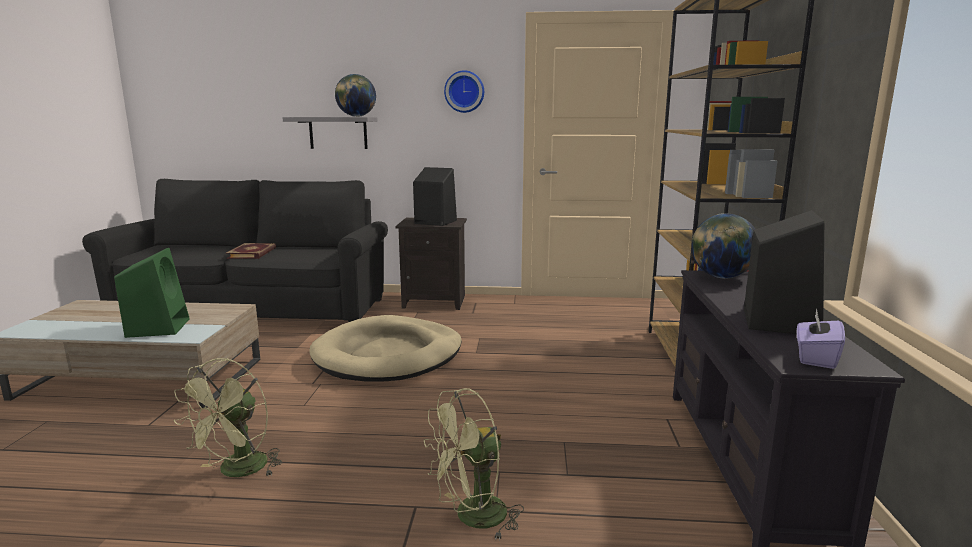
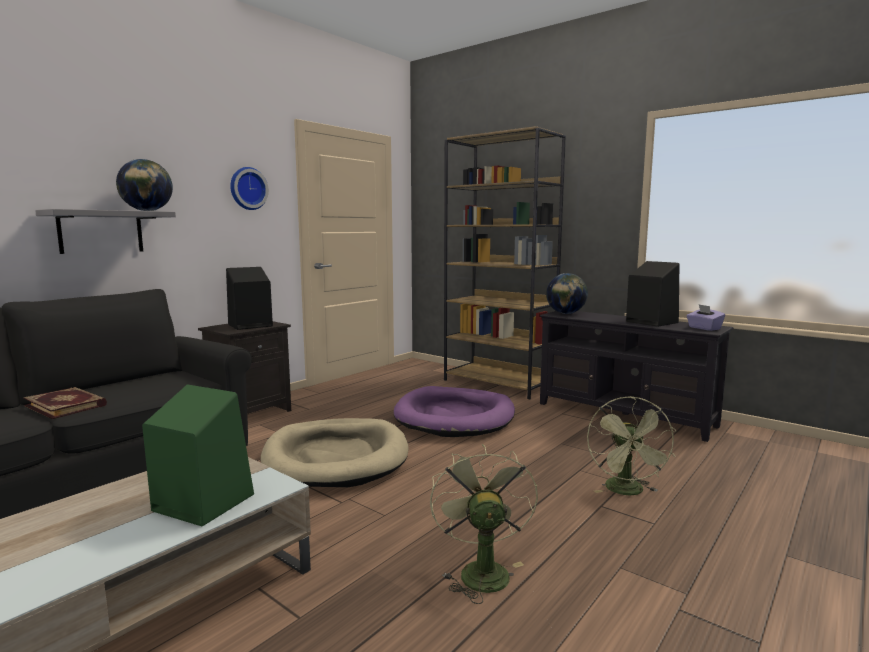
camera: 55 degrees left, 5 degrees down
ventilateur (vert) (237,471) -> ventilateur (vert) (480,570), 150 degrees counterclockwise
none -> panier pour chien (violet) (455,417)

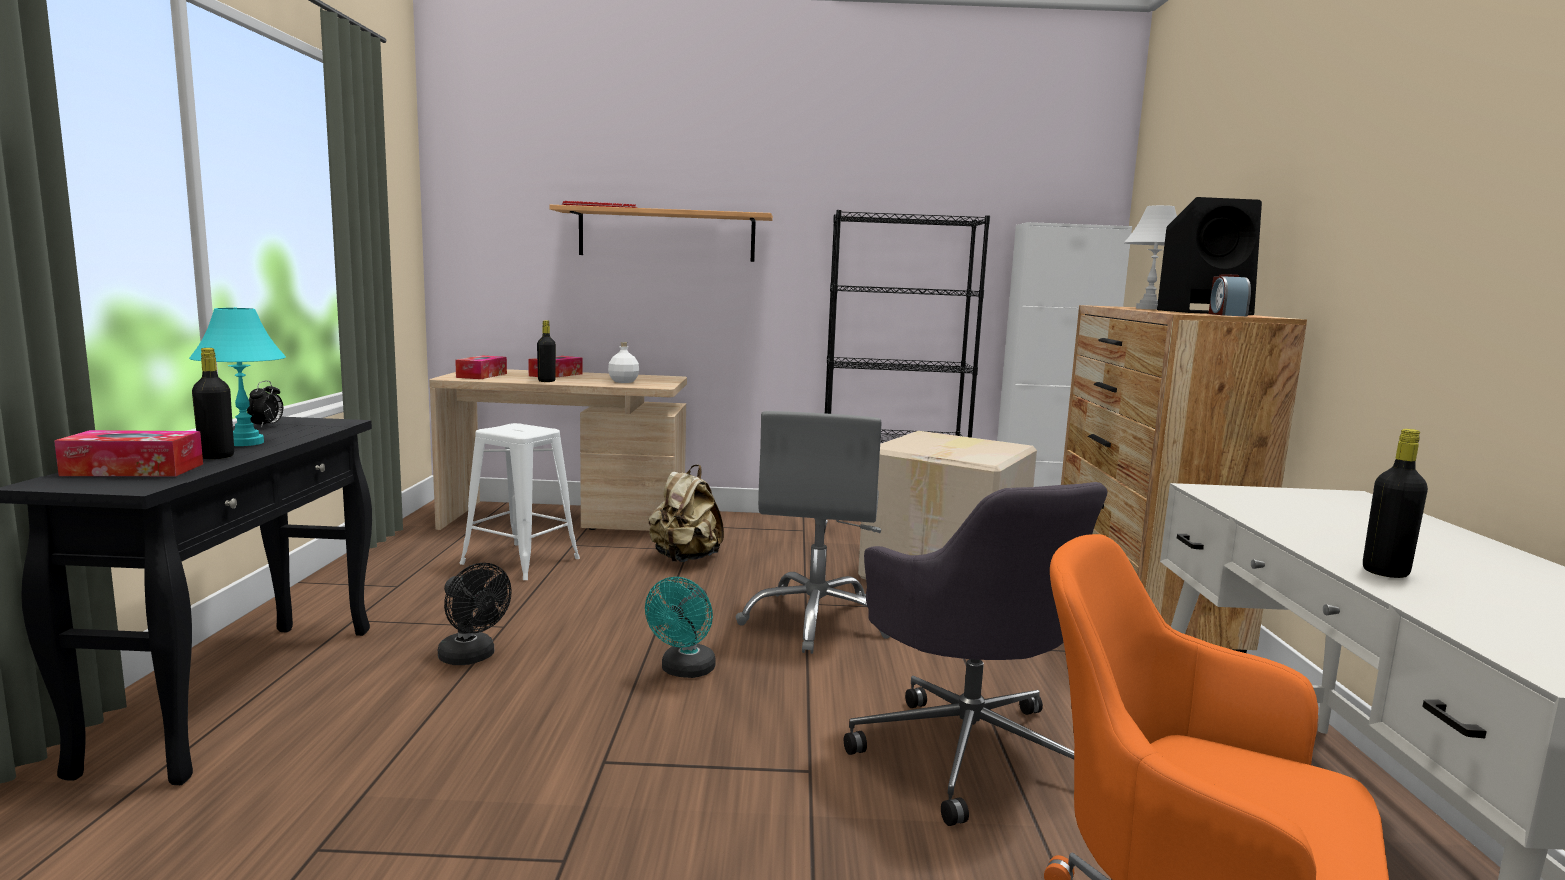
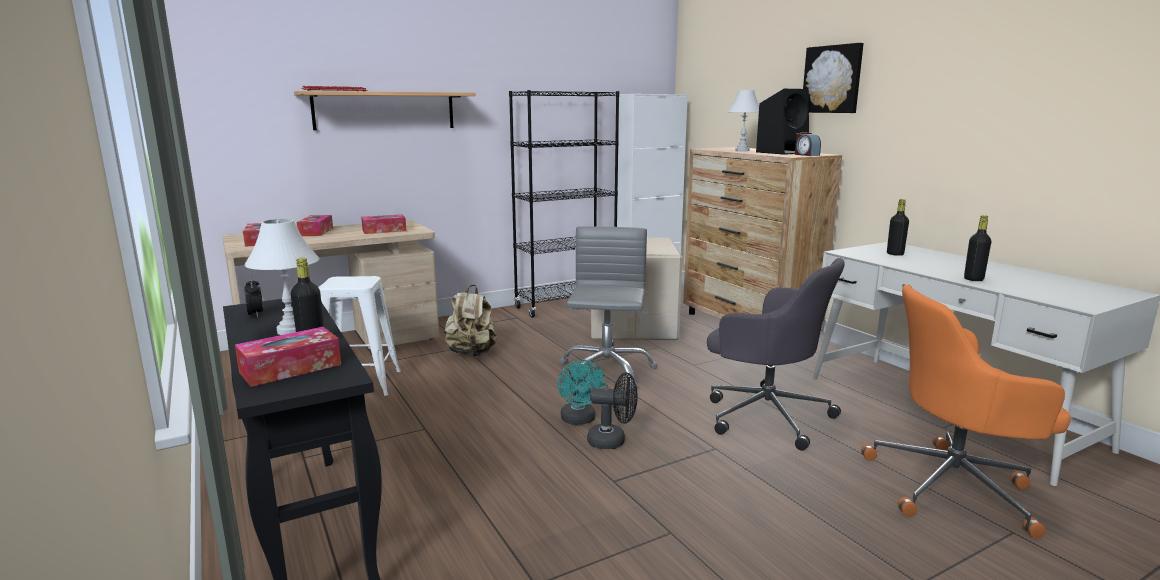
camera: 30 degrees left, 5 degrees up
lampe de table (turquoise) (246,443) -> lampe de table (blanc) (291,330)
ventilateur (noir) (472,657) -> ventilateur (noir) (613,441), relocated
bouteille (noir) (546,381) -> bouteille (noir) (895,254), relocated
bouteille (blanc) (624,381) -> boîte à mouchoirs (384,230)
chaise de bureau (gris) (816,621) -> chaise de bureau (gris) (606,371), 150 degrees counterclockwise
none -> tableau (833,79)

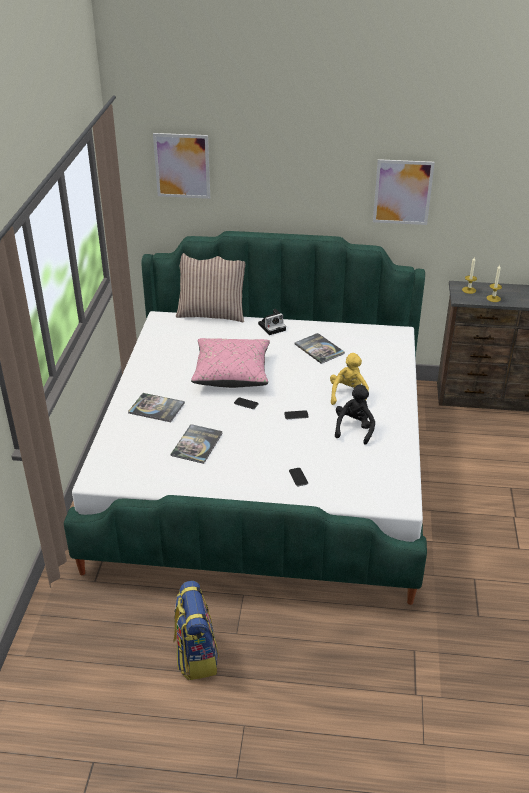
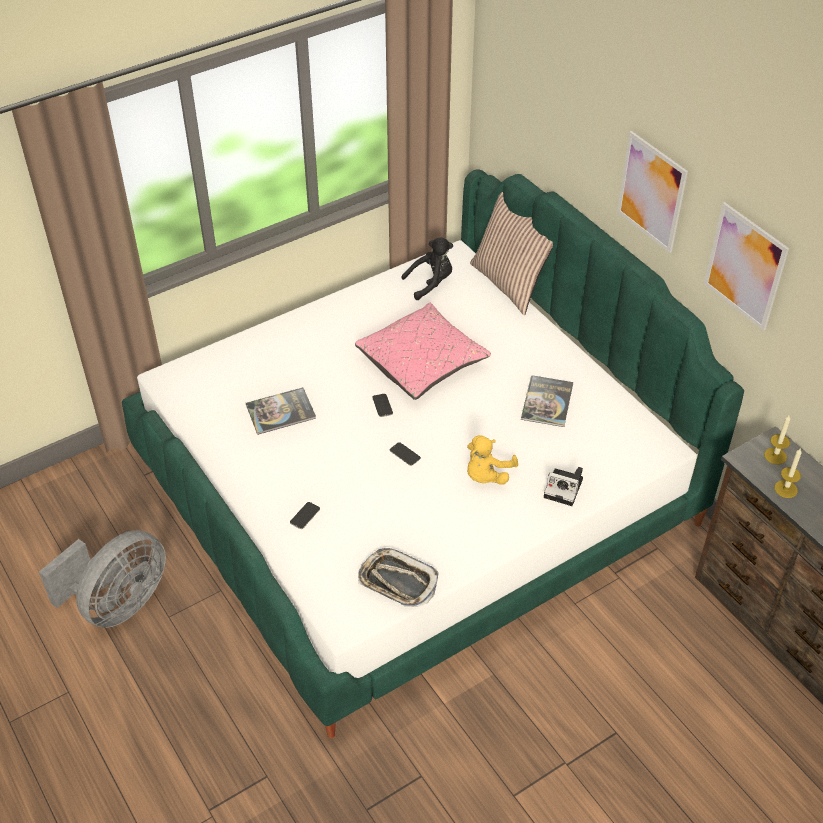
camera: 50 degrees right, 10 degrees up
livre (156,408) -> none
tableau (182,166) -> tableau (651,192), relocated
sac à dos (196,655) -> ventilateur (gris) (118,604)
appareil photo (272,326) -> appareil photo (565,488), relocated
peluche (jaune) (348,395) -> peluche (jaune) (486,475), 150 degrees clockwise
peluche (noir) (354,429) -> peluche (noir) (431,283), relocated
none -> plateau (397,582)

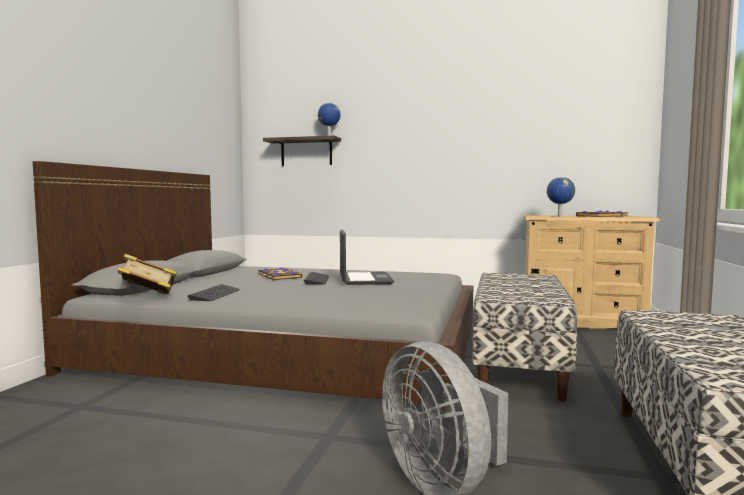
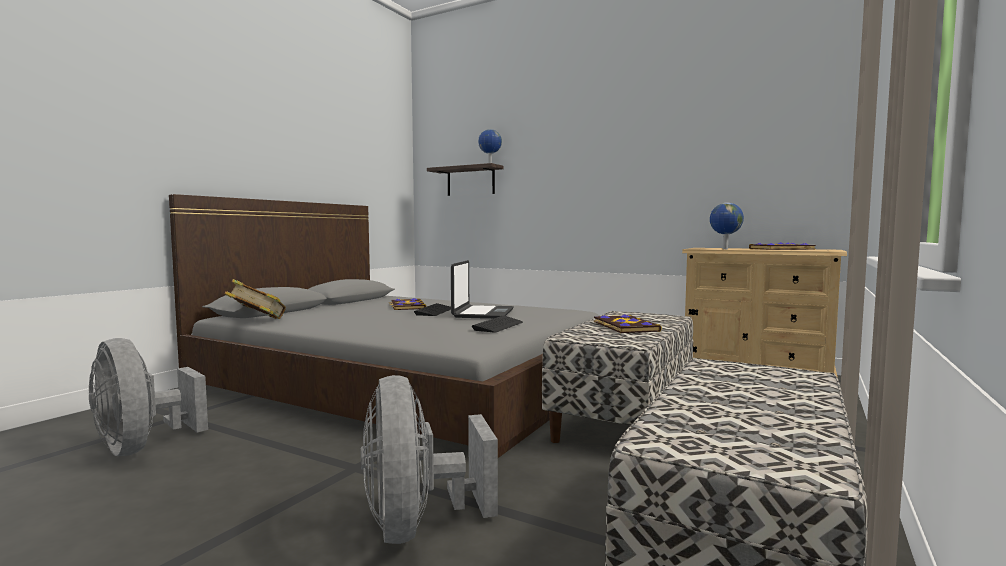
camera: 15 degrees right, 0 degrees up
clavier (215,294) -> clavier (498,326), relocated
none -> ventilateur (gris) (141,447)
none -> livre (624,326)

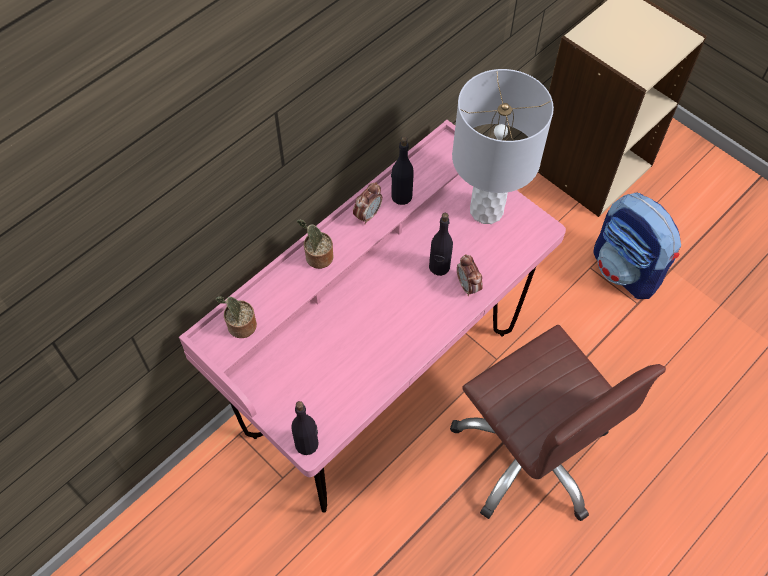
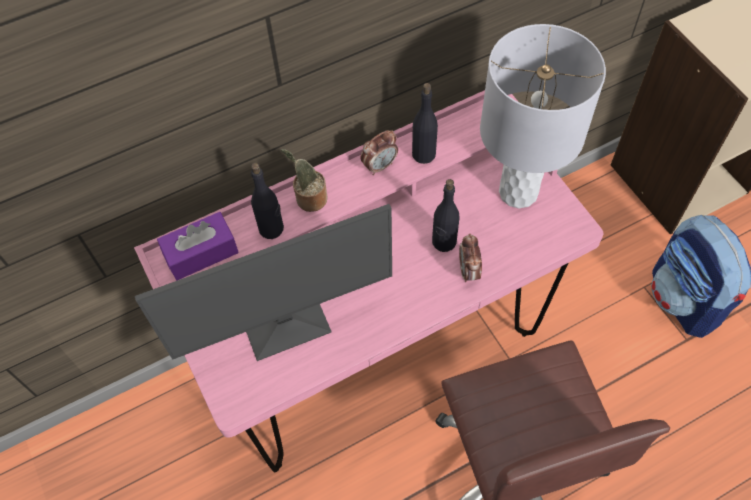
camera: 20 degrees right, 0 degrees up
plante en pot (240,327) -> boîte à mouchoirs (violet) (201,253)
bouteille (noir) (307,444) -> bouteille (noir) (271,229), relocated
none -> écran d'ordinateur (285,322)

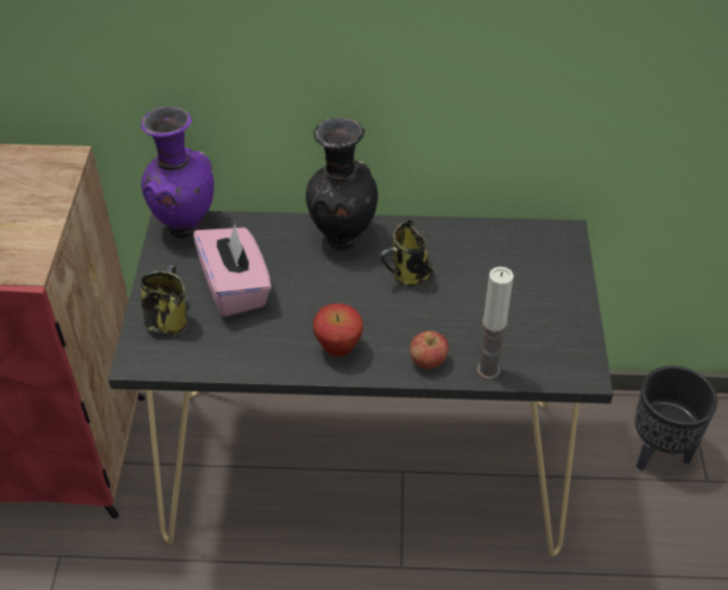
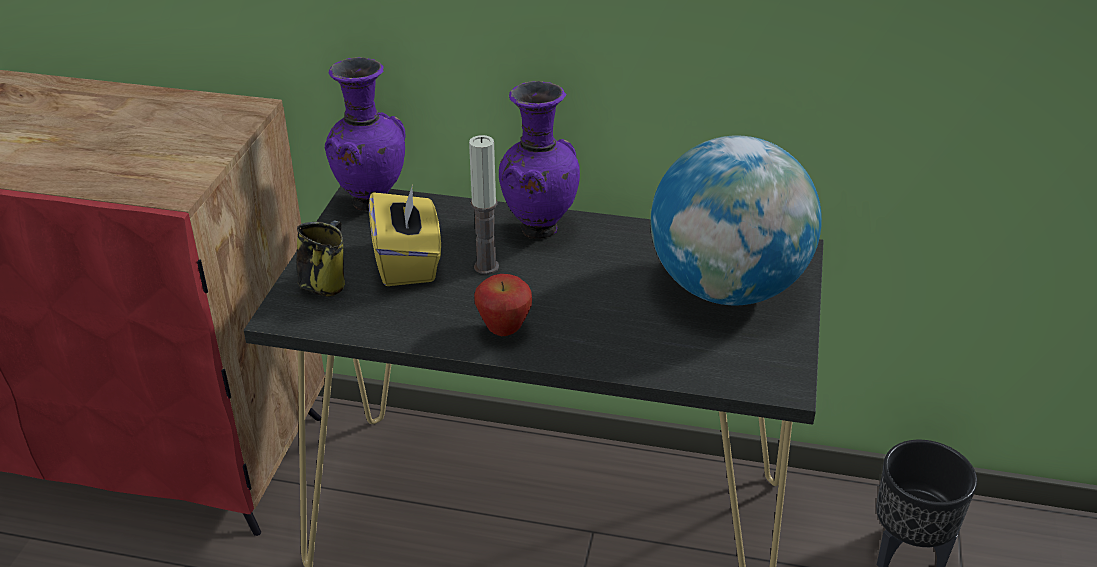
camera: 10 degrees right, 10 degrees down
boîte à mouchoirs (rose) (235,288) -> boîte à mouchoirs (jaune) (408,261)
vase (noir) (341,238) -> vase (violet) (538,228)
mug (409,275) -> none
pomme (428,361) -> none
bougie (488,370) -> bougie (486,266), relocated
none -> globe (727,288)

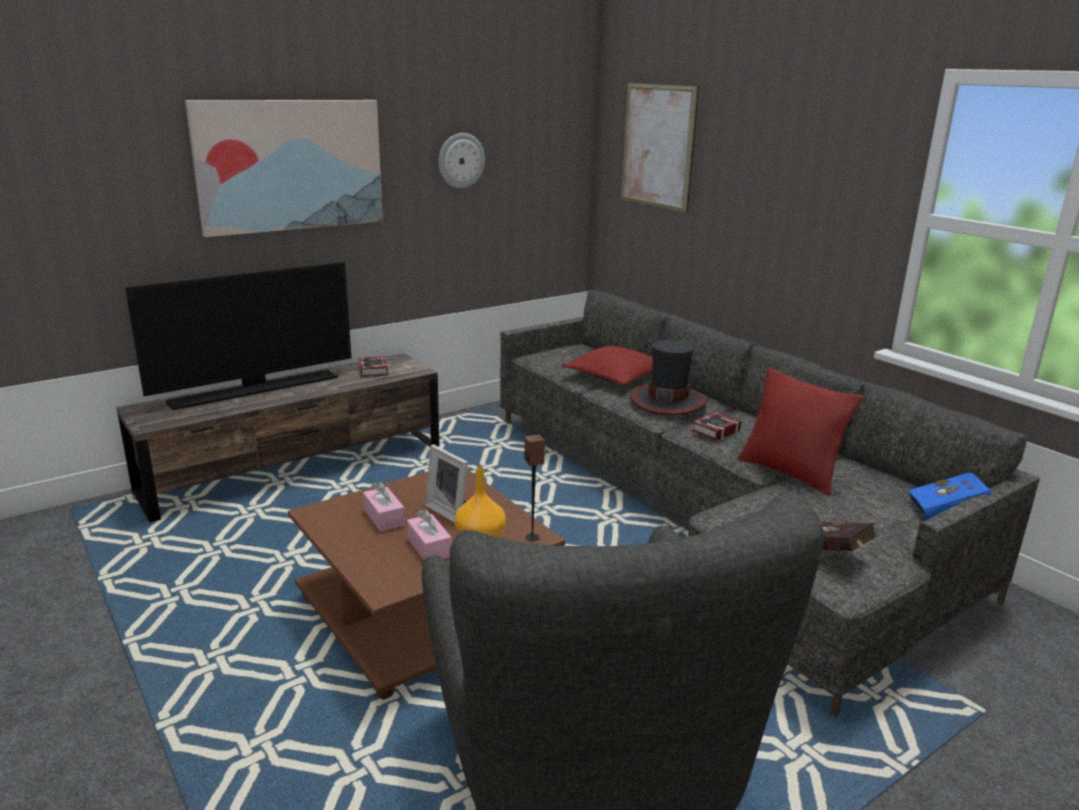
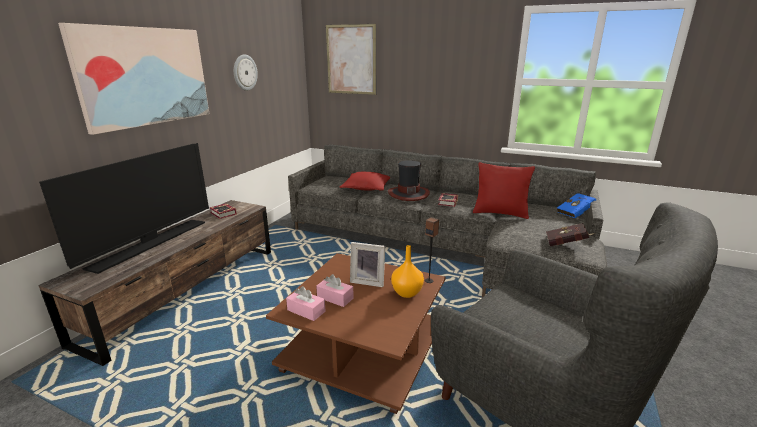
camera: 30 degrees left, 0 degrees up
boîte à mouchoirs (rose) (429,547) -> boîte à mouchoirs (rose) (306,311), relocated

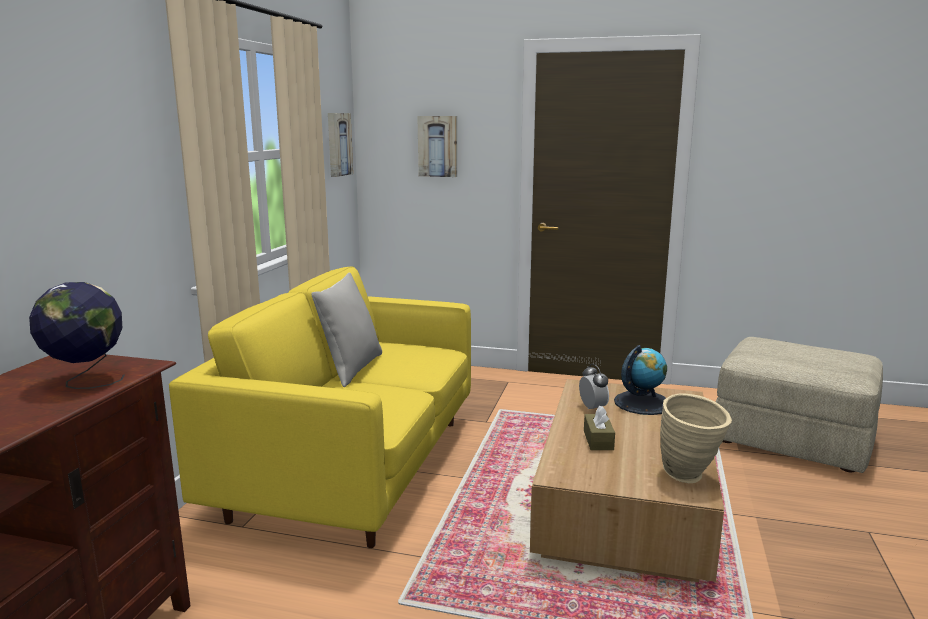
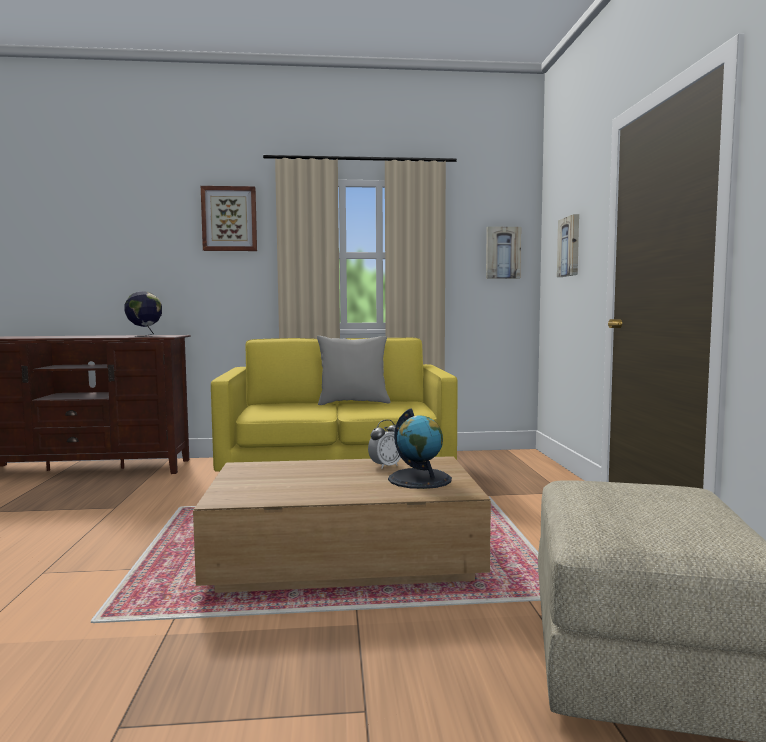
camera: 70 degrees right, 10 degrees down
boîte à mouchoirs (marron) (598,440) -> none
vase (beige) (690,478) -> none
none -> tableau (229,219)

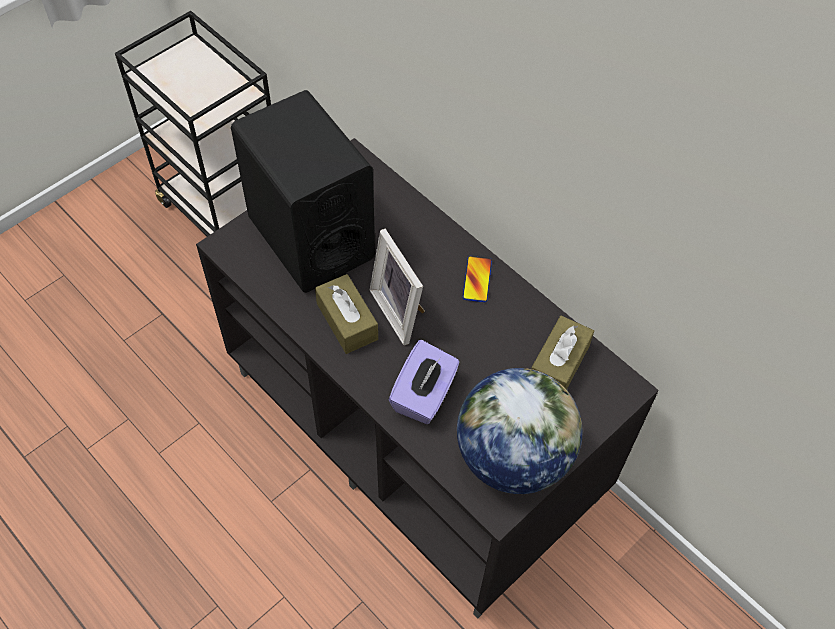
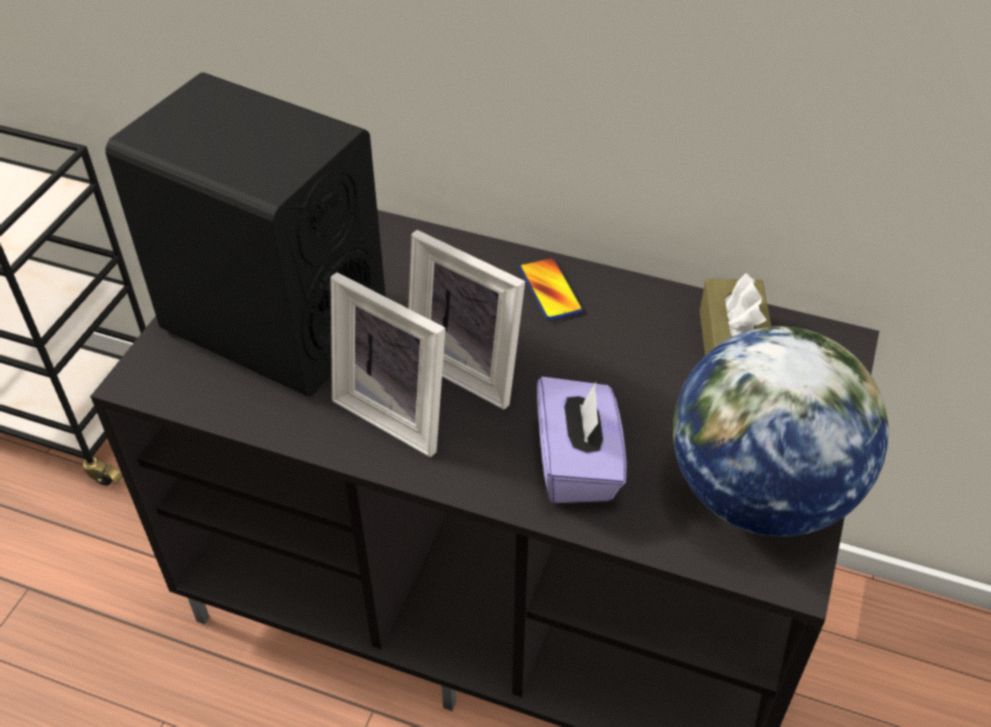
camera: 25 degrees left, 10 degrees down
boîte à mouchoirs (marron) (347,321) -> cadre photo (398,411)

